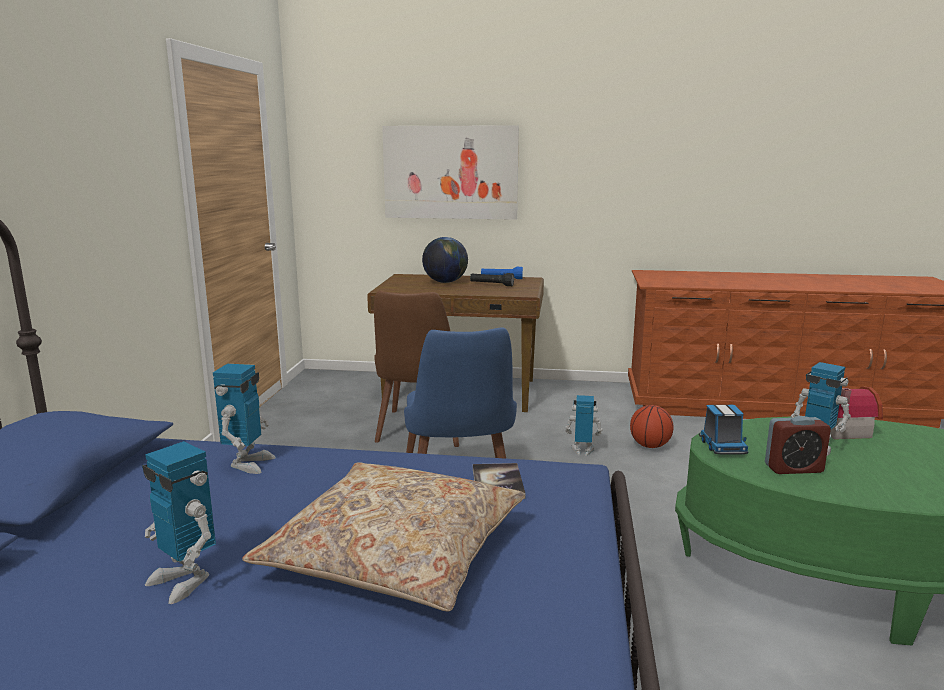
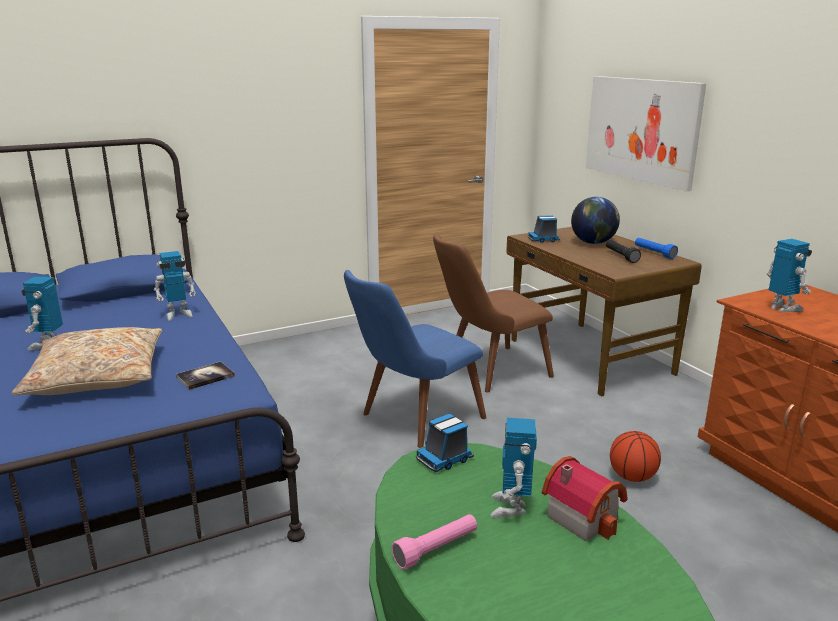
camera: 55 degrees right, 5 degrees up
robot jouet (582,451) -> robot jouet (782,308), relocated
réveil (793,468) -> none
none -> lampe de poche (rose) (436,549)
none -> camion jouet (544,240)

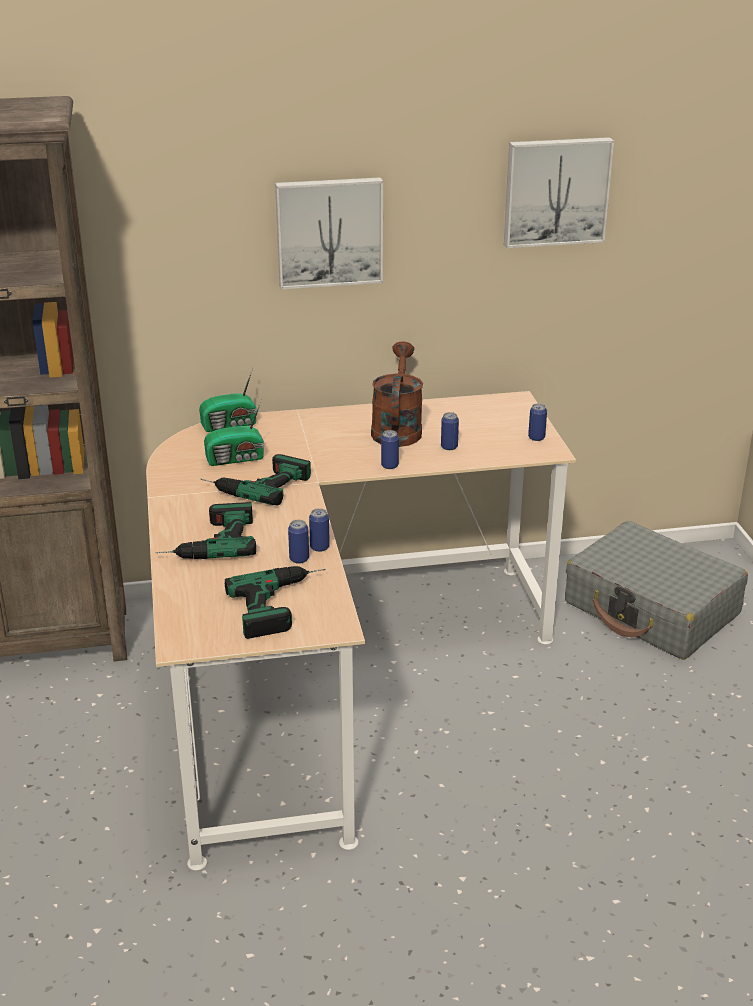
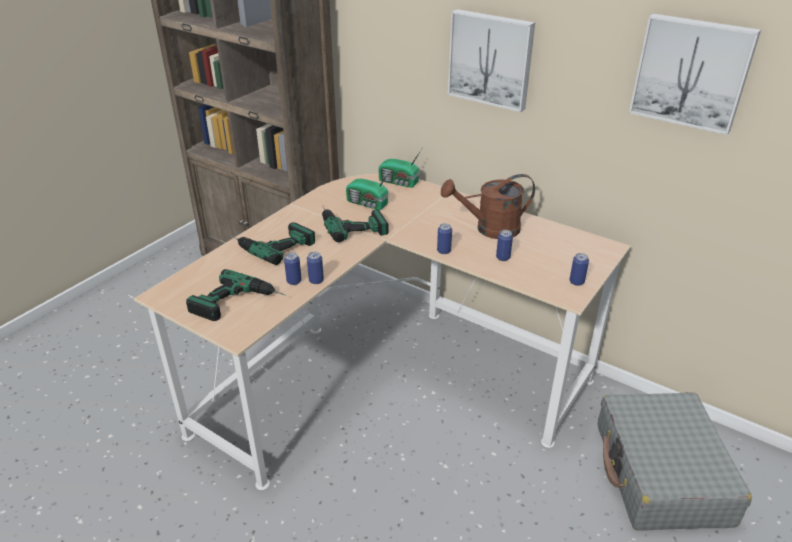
camera: 45 degrees right, 5 degrees up
arrosoir (marron) (397,429) -> arrosoir (marron) (490,229), 150 degrees counterclockwise

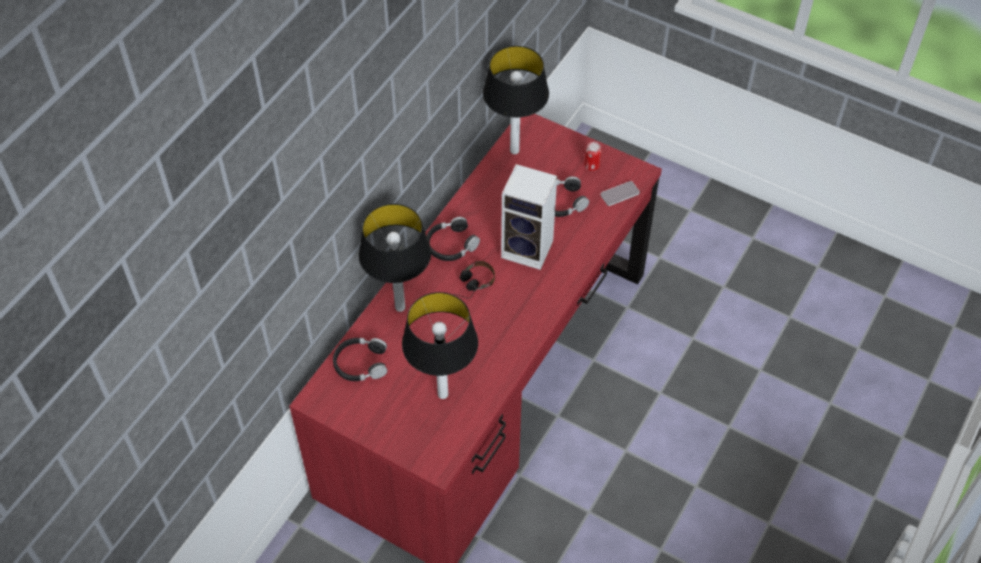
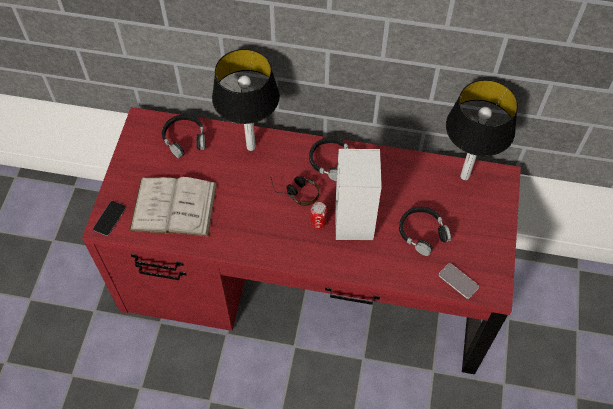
camera: 70 degrees right, 5 degrees up
lampe de table (443,395) -> livre (blanc) (174,207)
boîte métallique (592,165) -> boîte métallique (318,222), relocated
none -> téléphone (109,218)

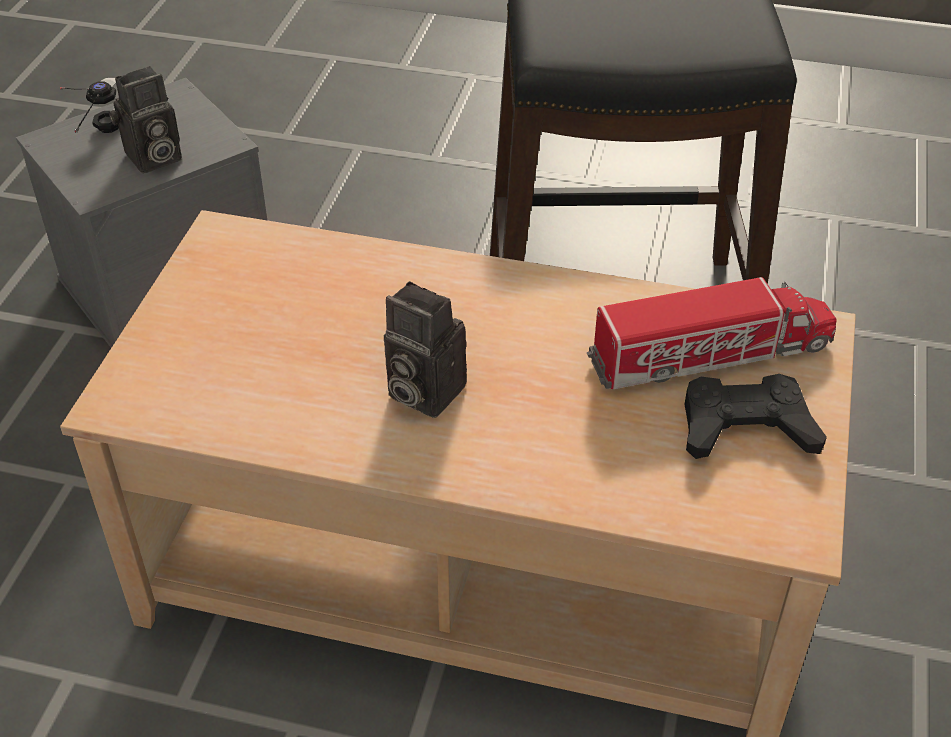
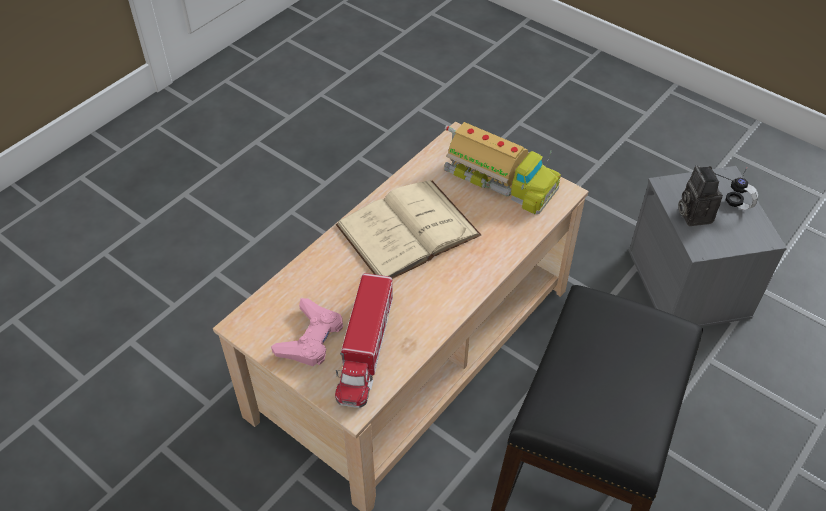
camera: 115 degrees right, 5 degrees up
appareil photo (421,391) -> livre (beige) (408,230)
manette (noir) (745,427) -> manette (rose) (310,338)
none -> camion jouet (499,180)

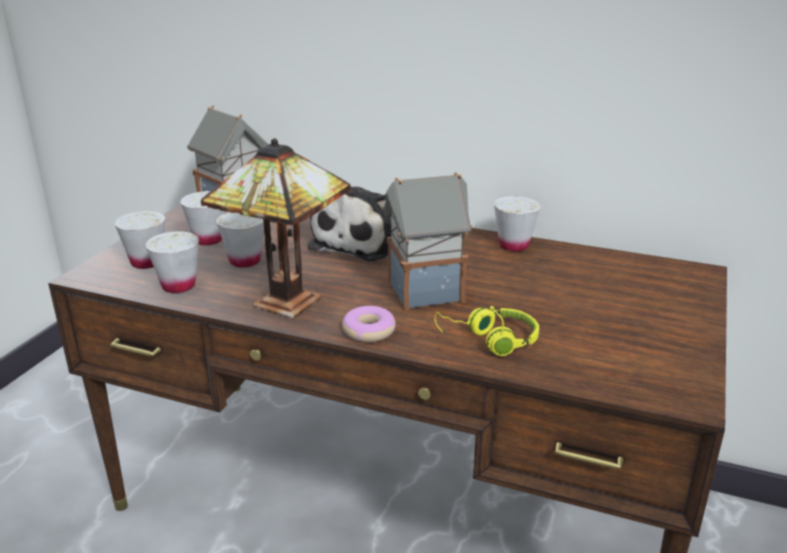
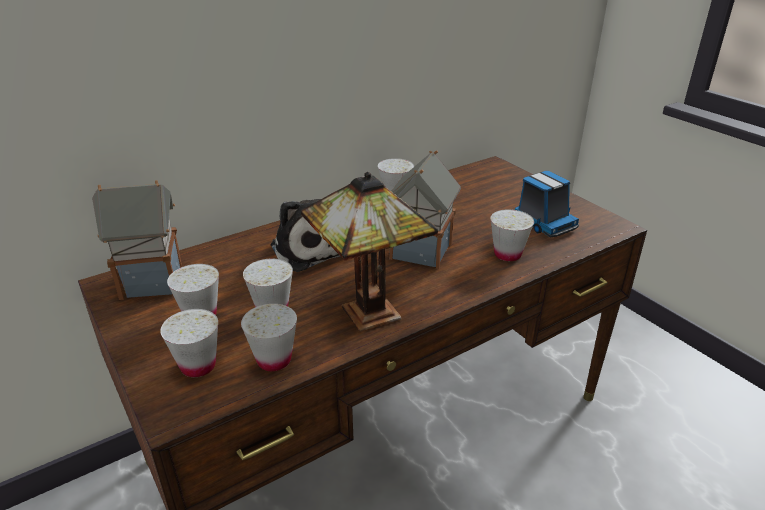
camera: 55 degrees left, 5 degrees up
beignet (369,331) -> none
casque audio (jaune) (490,340) -> tasse (blanc) (507,254)
none -> camion jouet (542,223)

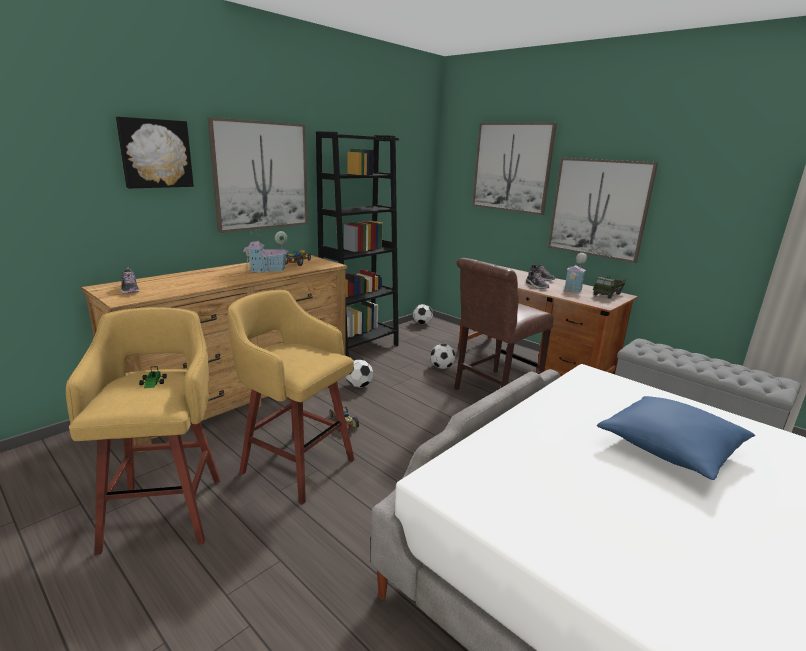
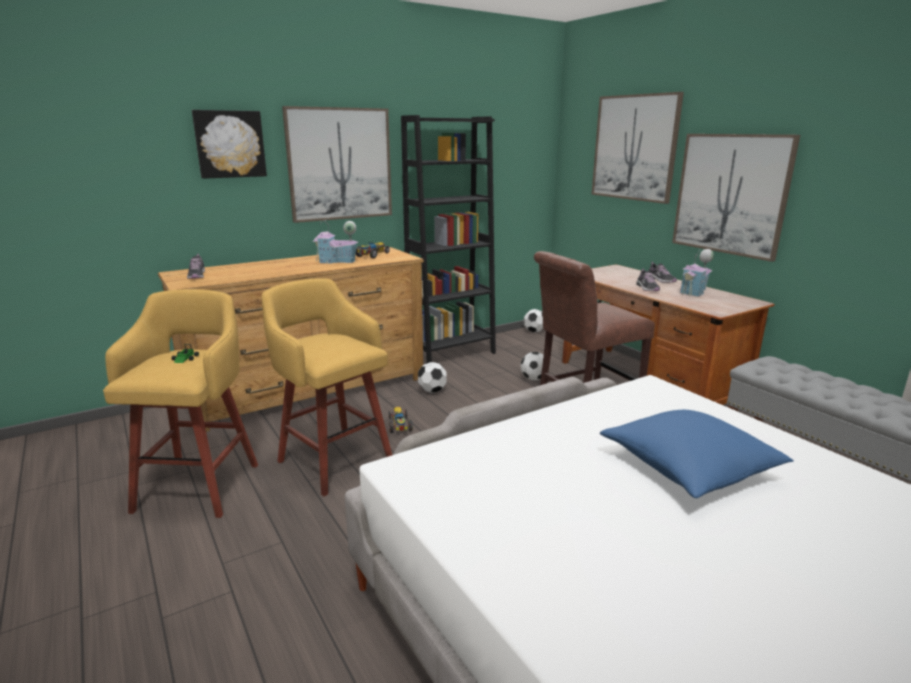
camera: 15 degrees right, 0 degrees up
camion jouet (607,294) -> none

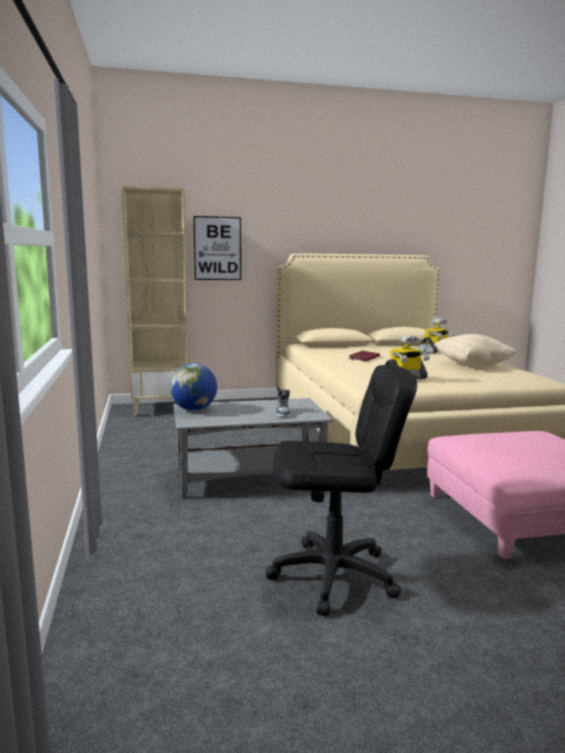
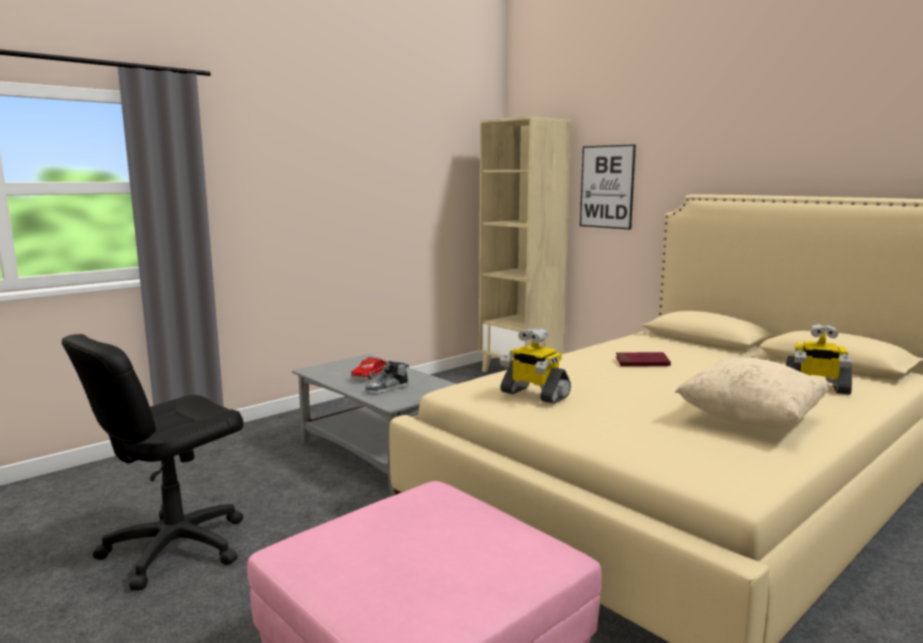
camera: 60 degrees right, 0 degrees up
globe (194,409) -> none
chaise de bureau (noir) (334,576) -> chaise de bureau (noir) (175,548), 75 degrees clockwise
none -> camion jouet (371,376)

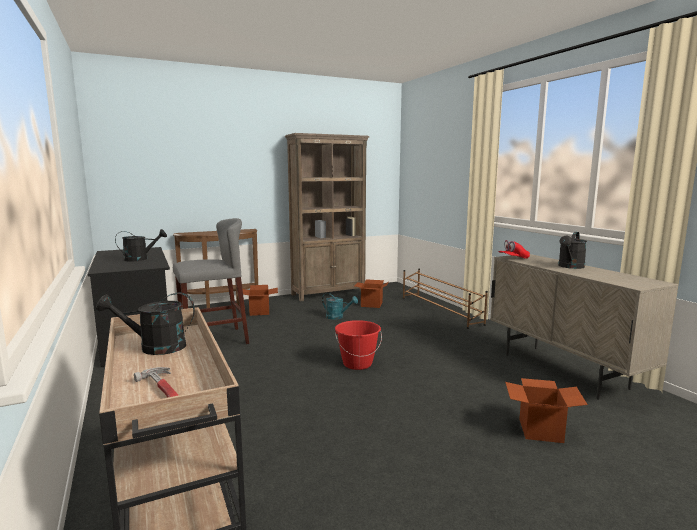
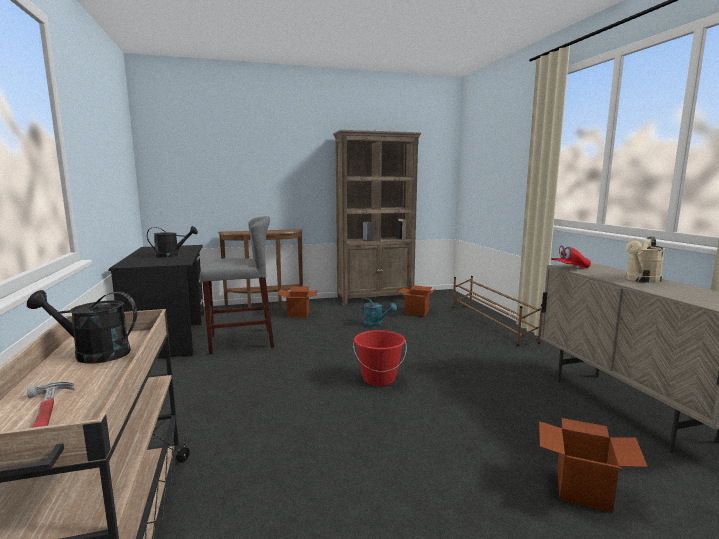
camera: 10 degrees right, 0 degrees up
arrosoir (noir) (570,267) -> arrosoir (beige) (641,280)

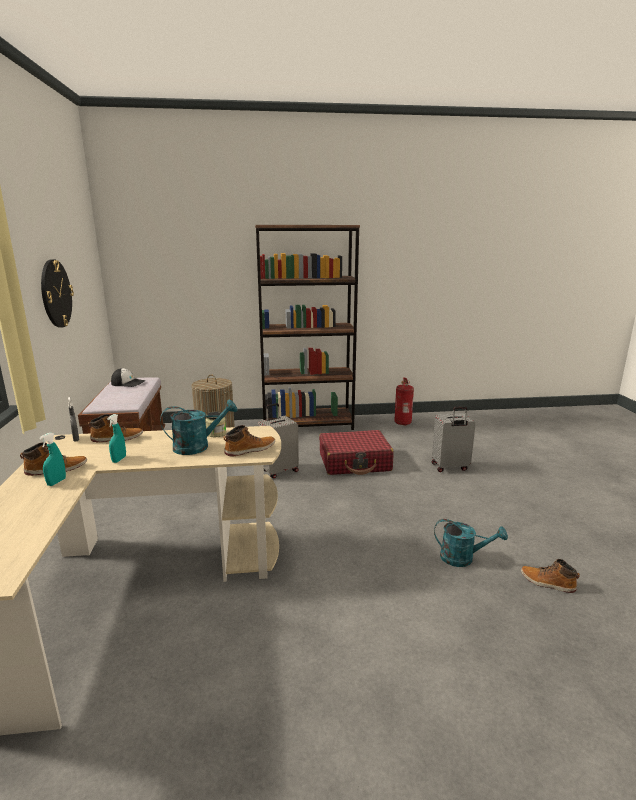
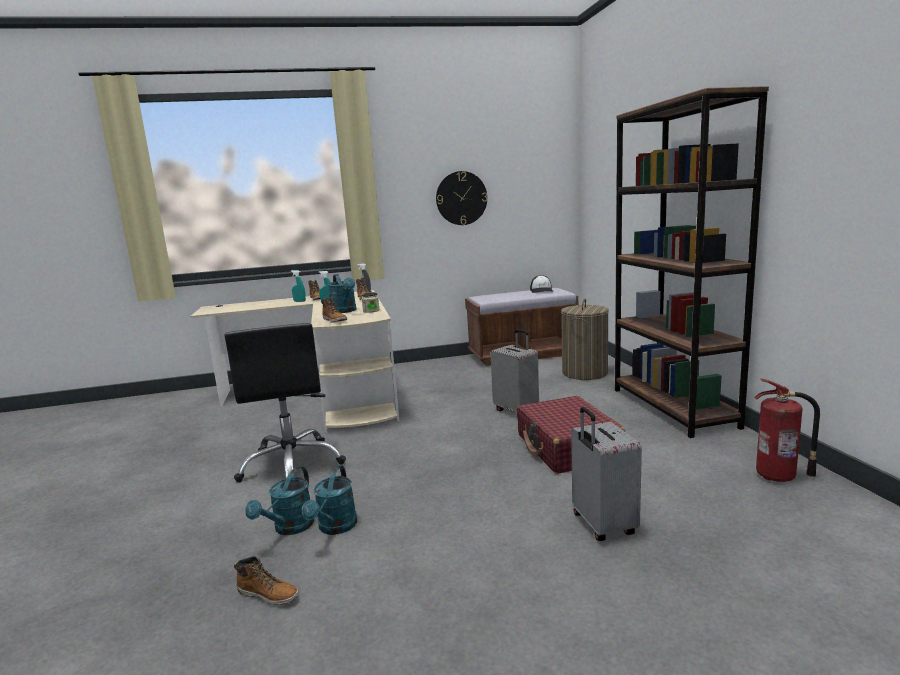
camera: 85 degrees right, 5 degrees down
botte (547,583) -> botte (268,594), 90 degrees clockwise
none -> chaise de bureau (noir) (292,465)
none -> arrosoir (turquoise) (289,528)

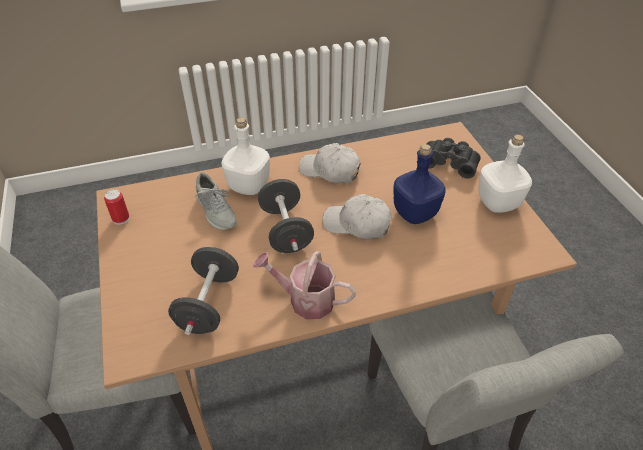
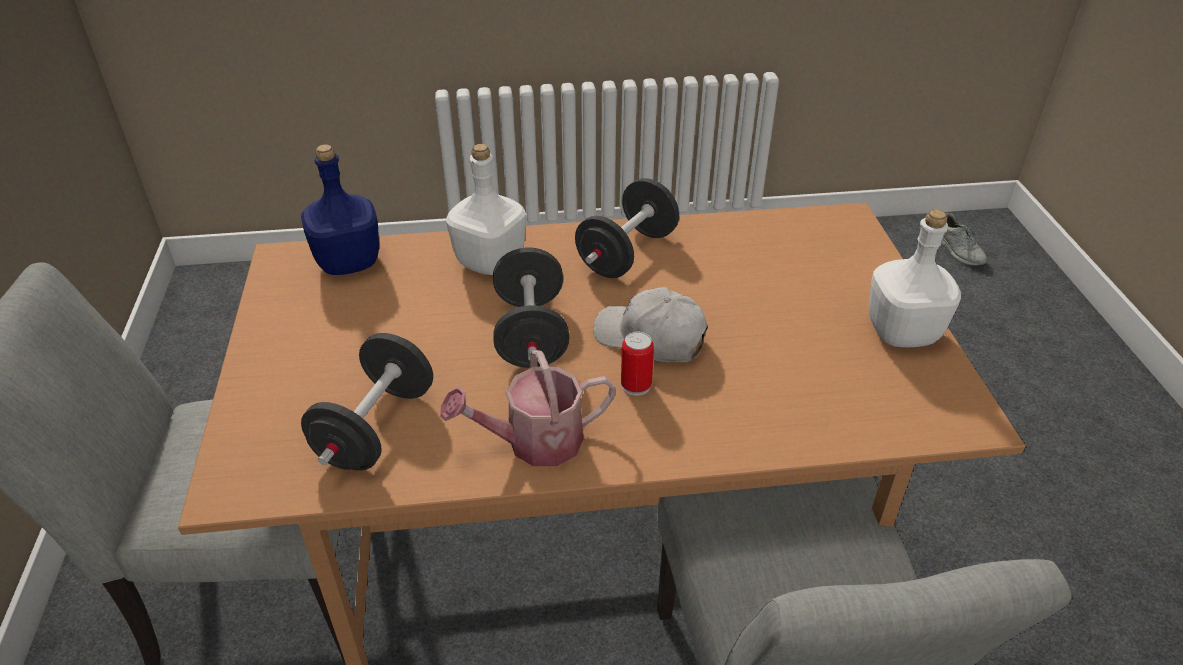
camera: 10 degrees right, 5 degrees down
boîte métallique (121,219) -> boîte métallique (636,385), relocated
chaussure (gris) (216,212) -> chaussure (gris) (958,251), relocated
arrosoir (305,299) -> arrosoir (534,442), 45 degrees counterclockwise
casquette (blanc) (330,171) -> haltère (noir) (627,253)
bouteille (bleu) (415,213) -> bouteille (bleu) (350,262), relocated
jumelles (noir) (449,162) -> none

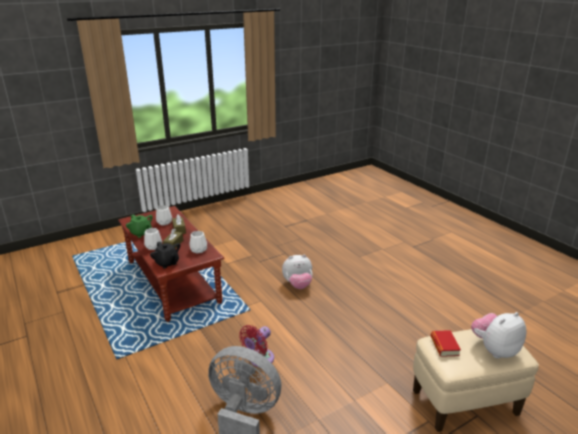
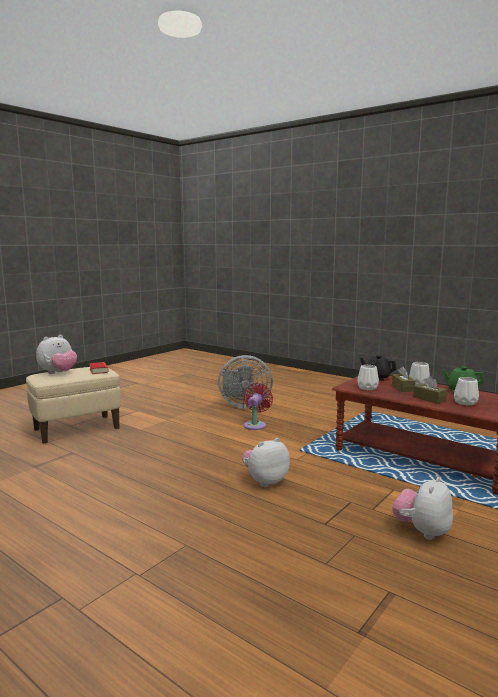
camera: 160 degrees right, 15 degrees down
none -> peluche (422,531)

